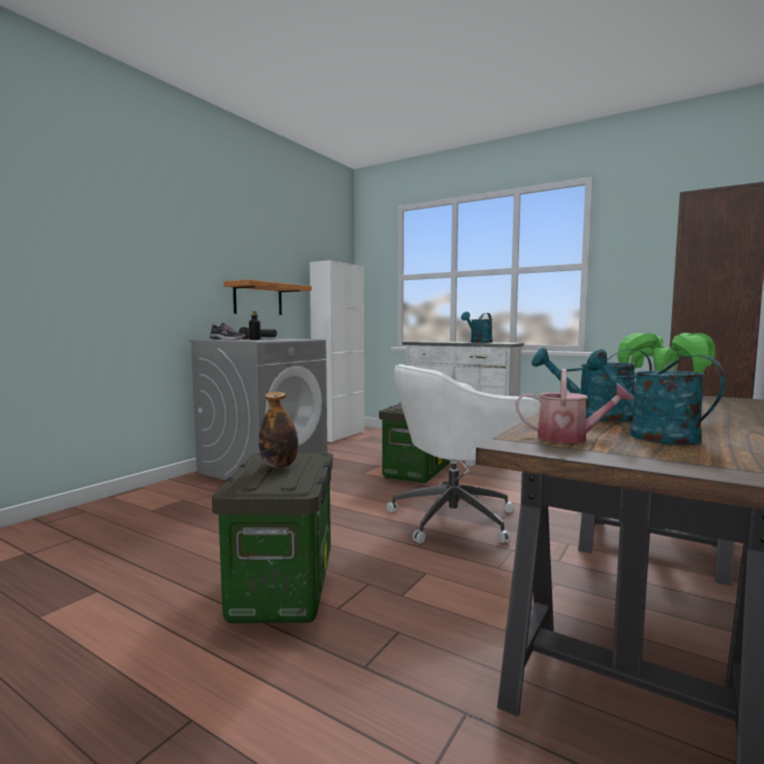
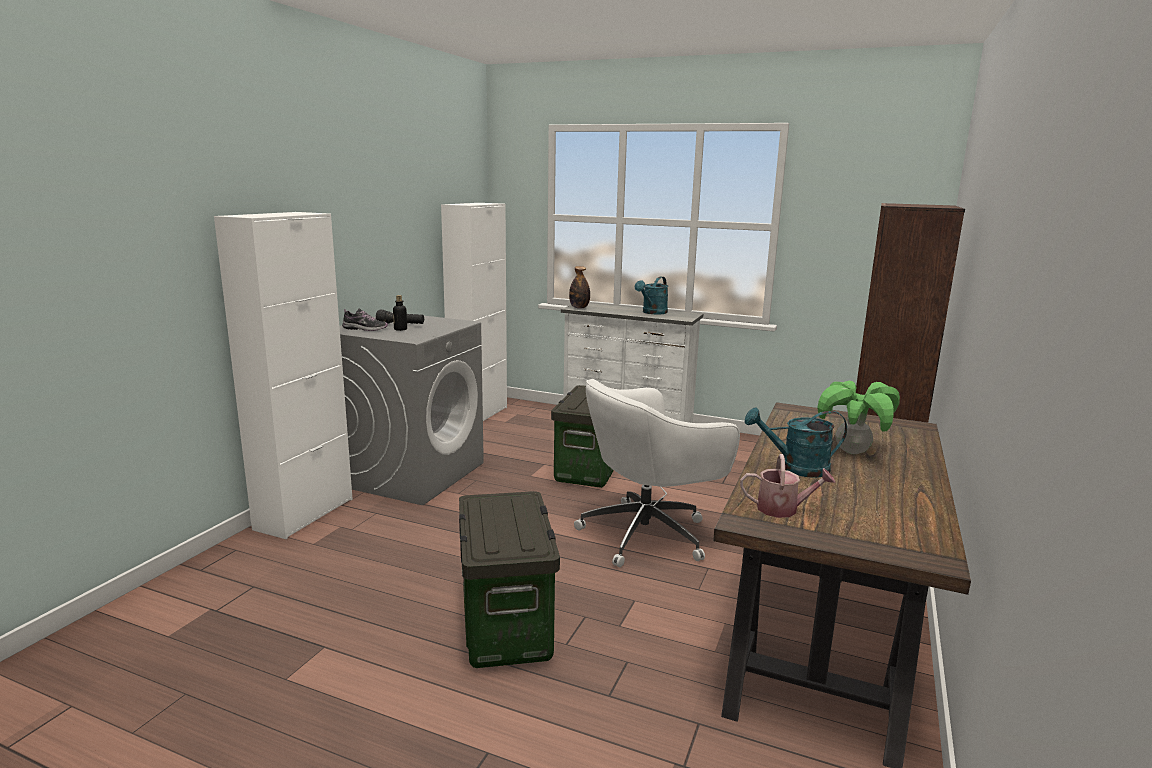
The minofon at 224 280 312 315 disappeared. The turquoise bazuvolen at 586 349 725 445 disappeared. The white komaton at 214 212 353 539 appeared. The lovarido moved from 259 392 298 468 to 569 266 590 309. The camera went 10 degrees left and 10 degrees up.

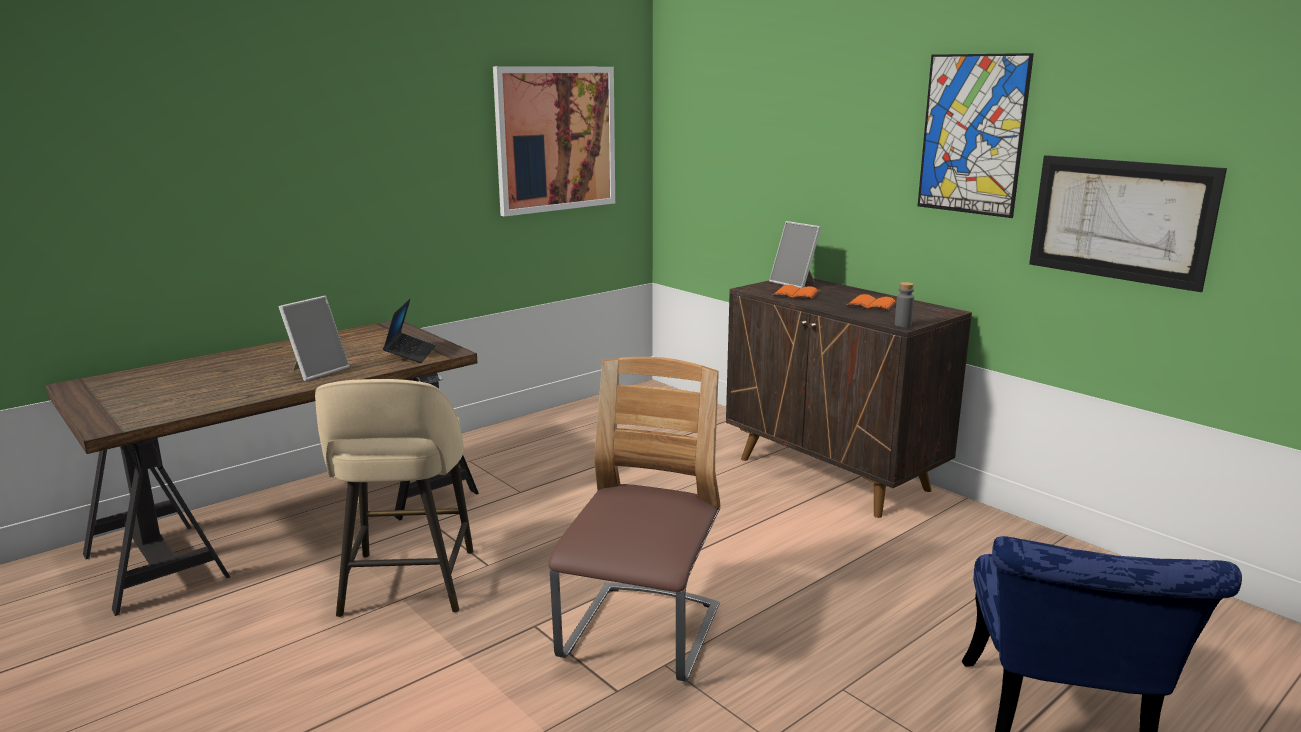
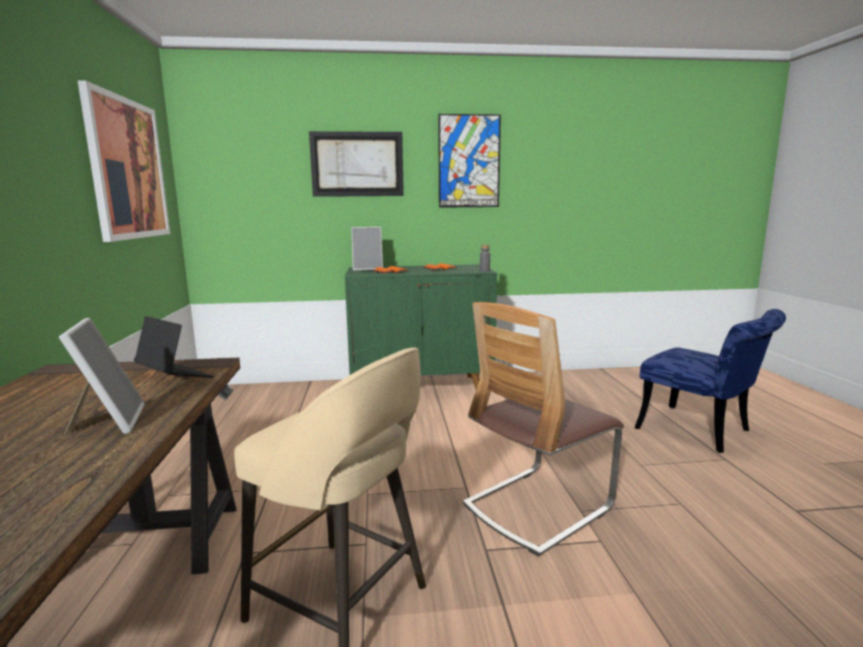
The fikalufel moved from 1029 155 1227 292 to 309 131 404 197. The brown komaton at 726 279 972 518 became the green komaton at 345 264 497 389. The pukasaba at 548 357 720 682 turned 90 degrees counterclockwise. The camera went 55 degrees left and 5 degrees down.

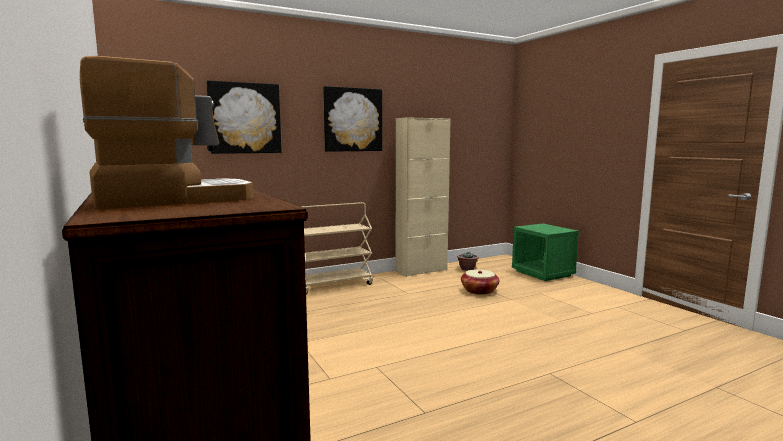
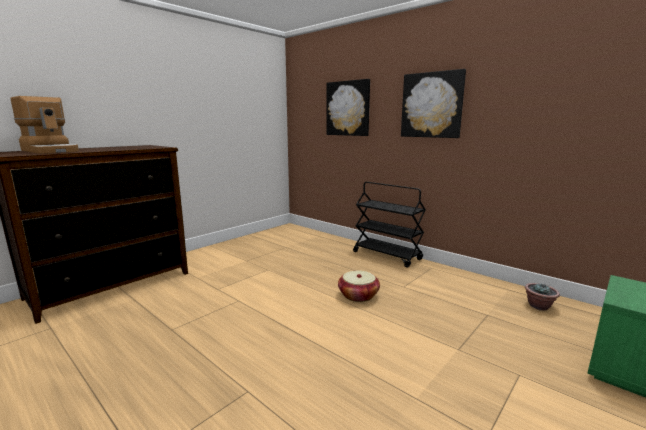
The beige komaton at 396 117 451 277 disappeared. The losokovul moved from 461 269 499 295 to 338 270 380 302. The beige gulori at 301 202 373 295 became the black gulori at 353 182 426 268. The camera went 70 degrees right and 5 degrees up.

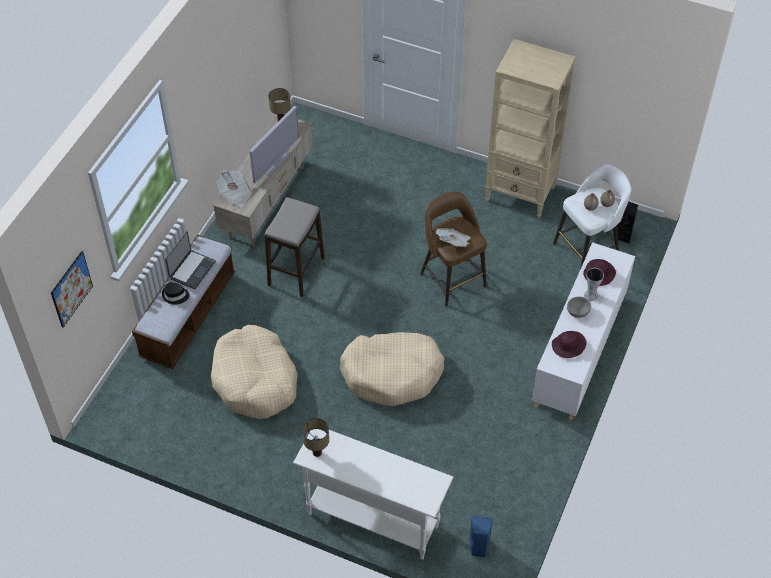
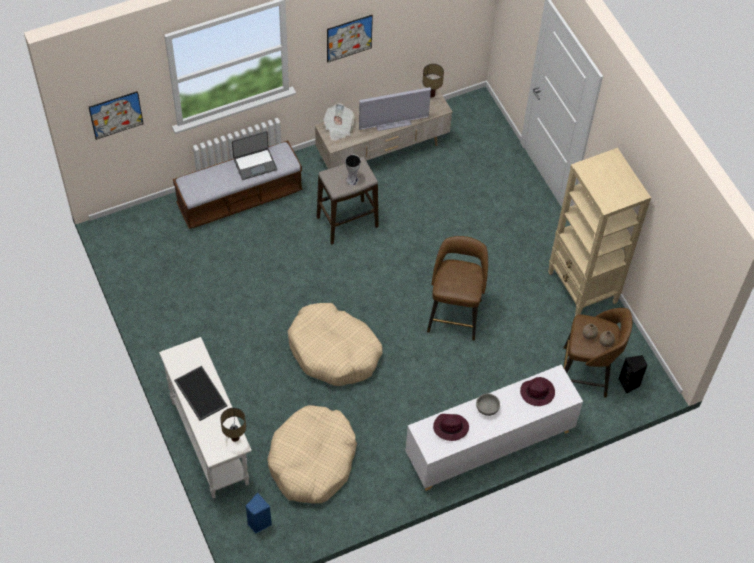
The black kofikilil at 162 282 190 305 disappeared. The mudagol at 436 228 471 247 disappeared. The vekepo at 174 366 227 421 appeared. The fikalufel at 327 15 373 63 appeared. The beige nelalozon moved from 211 325 298 419 to 267 405 357 503. The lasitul moved from 302 418 329 457 to 220 408 246 442. The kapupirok moved from 584 268 604 301 to 345 155 361 185. The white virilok at 553 164 631 269 became the brown virilok at 563 308 632 398. The camera went 40 degrees right and 5 degrees up.

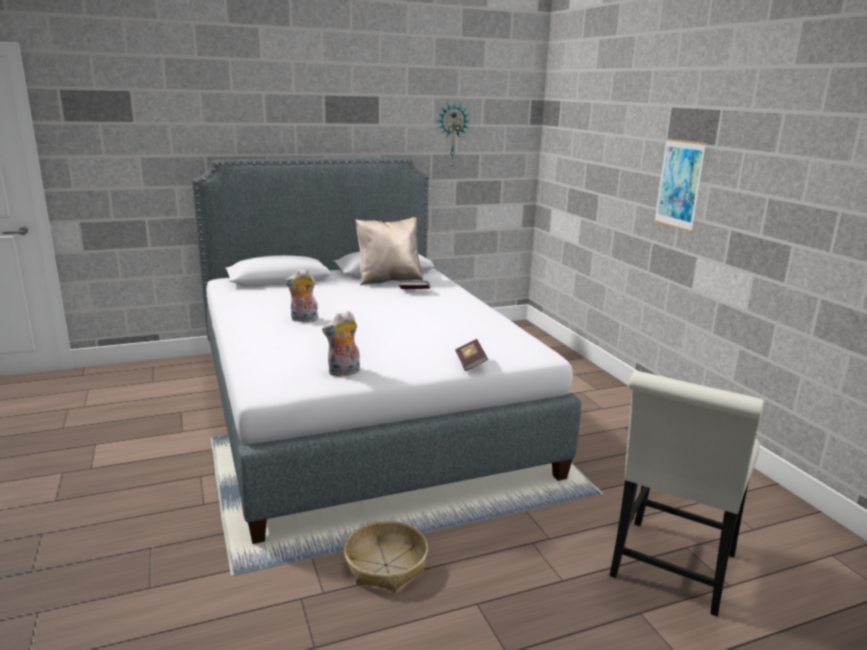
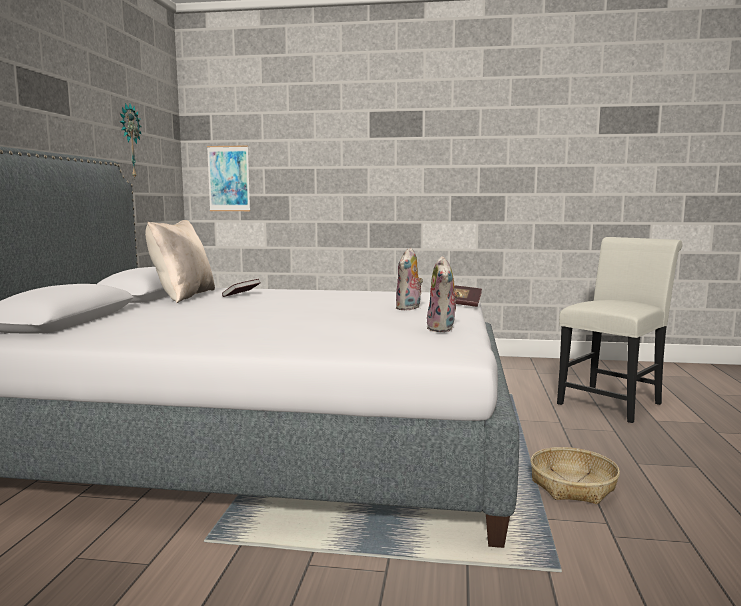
The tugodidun moved from 285 269 319 323 to 396 248 423 311. The fikalufel moved from 654 139 707 232 to 207 145 250 211. The white pukasaba at 609 371 764 617 turned 105 degrees counterclockwise. The camera went 60 degrees left and 10 degrees down.

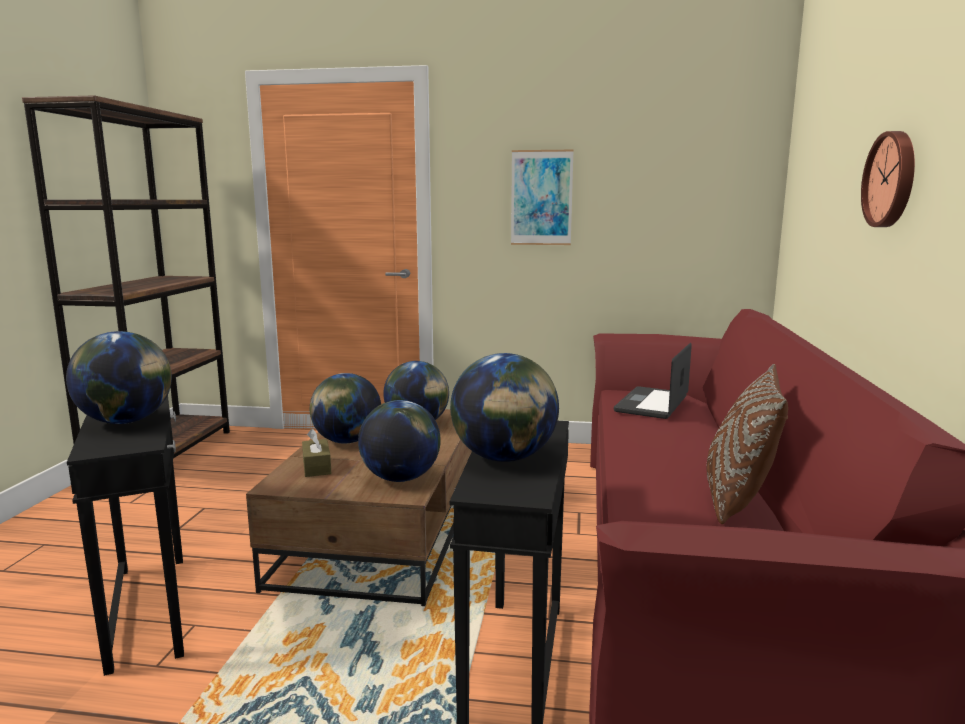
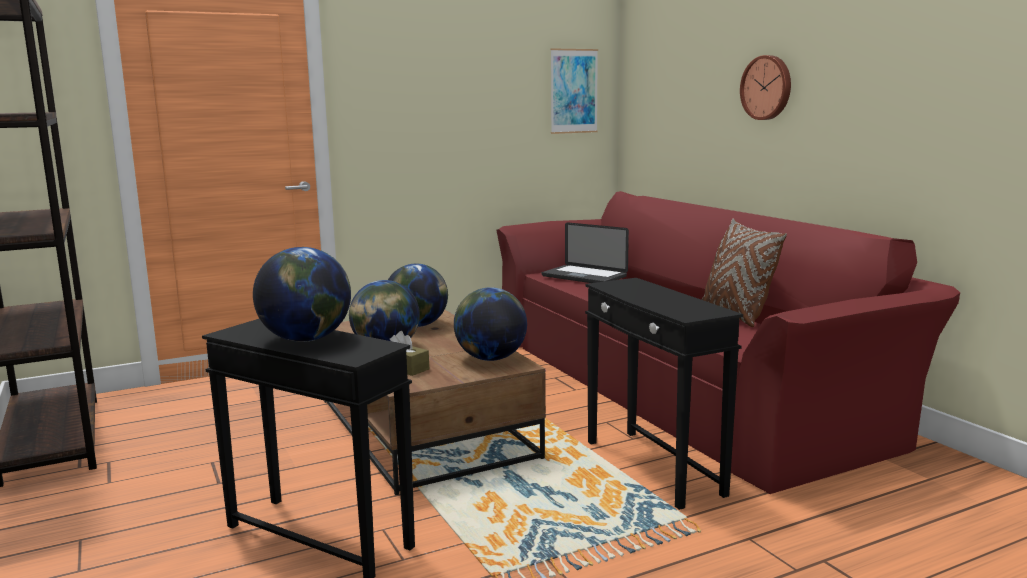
The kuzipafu at 450 353 559 462 disappeared. The fikalufel moved from 511 150 574 245 to 550 49 598 134. The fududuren at 614 343 692 419 turned 45 degrees counterclockwise. The camera went 35 degrees left and 0 degrees up.

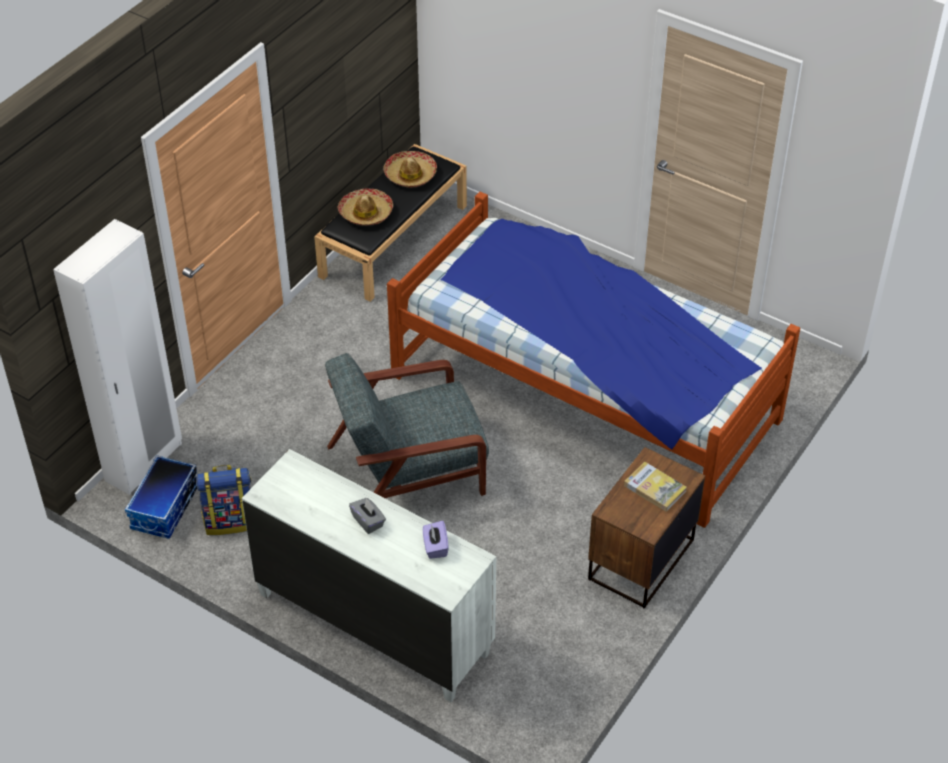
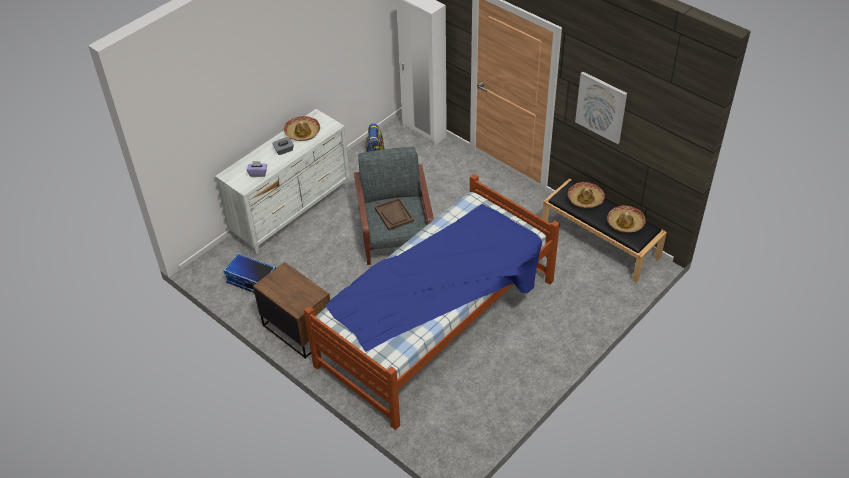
The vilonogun at 624 462 687 512 disappeared. The kofikilil at 284 116 320 141 appeared. The brown vekepo at 374 198 414 230 appeared. The fikalufel at 575 72 627 144 appeared. The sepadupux moved from 125 455 197 539 to 223 253 276 293. The camera went 100 degrees right and 0 degrees up.

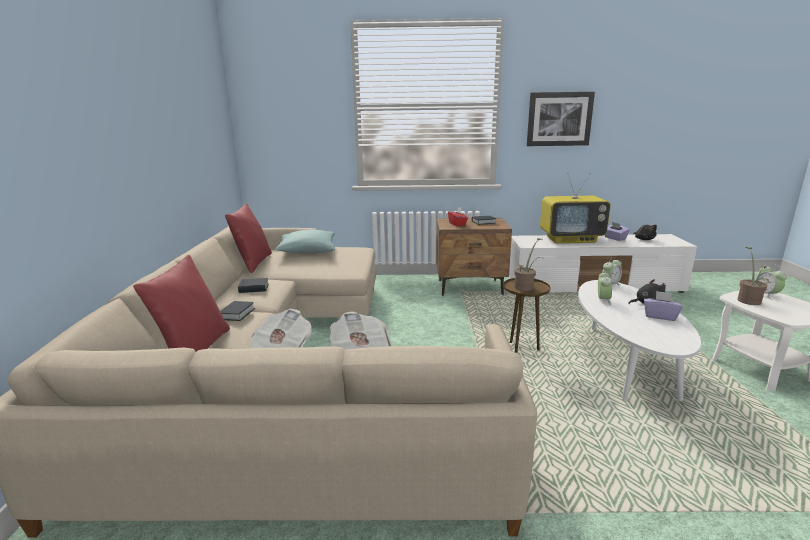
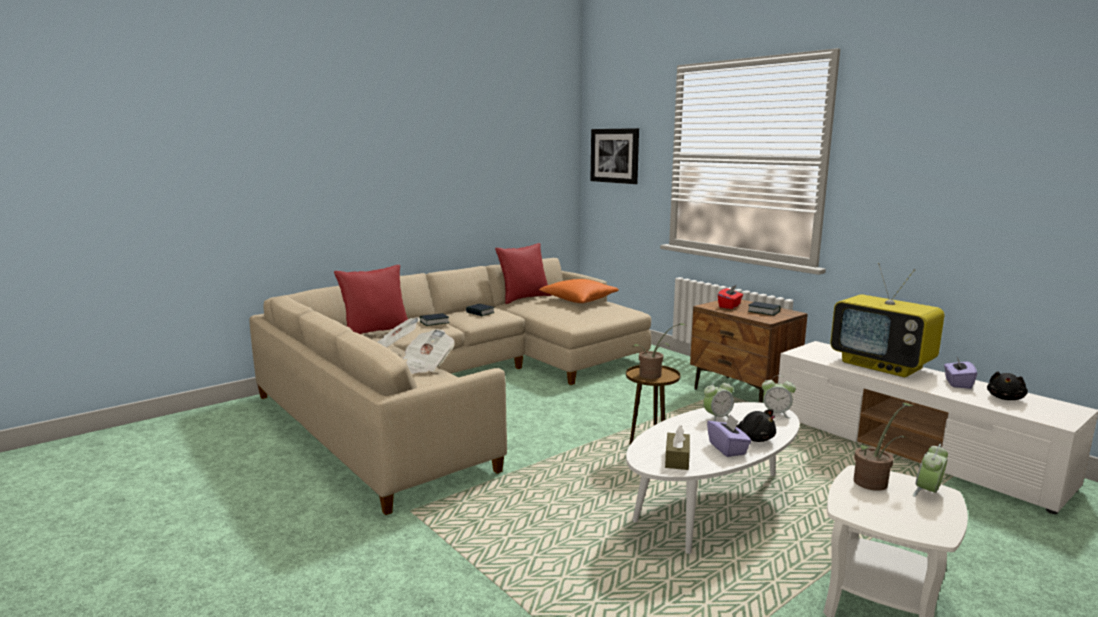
The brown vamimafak at 665 426 690 470 appeared. The fikalufel moved from 527 92 595 146 to 590 128 639 184. The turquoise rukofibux at 275 230 335 254 became the orange rukofibux at 539 279 619 303. The camera went 50 degrees right and 5 degrees down.

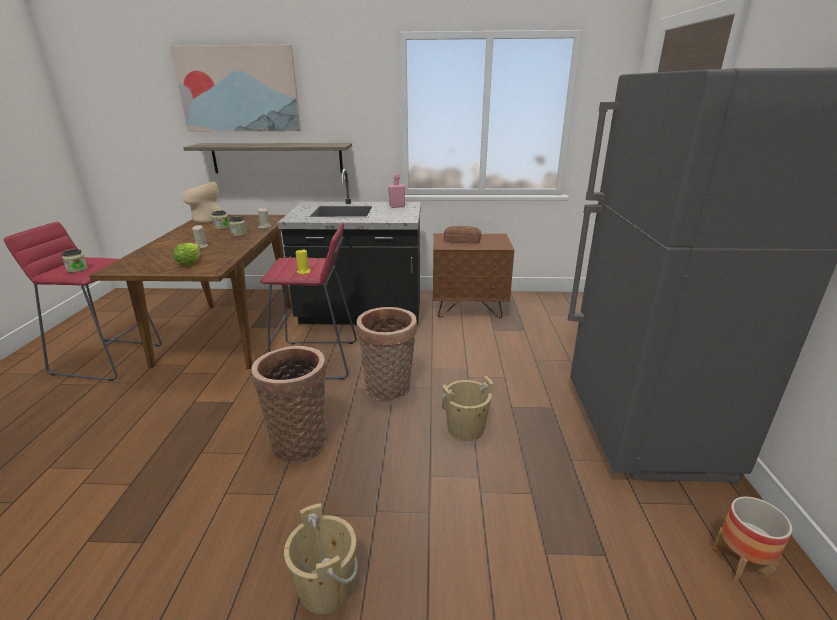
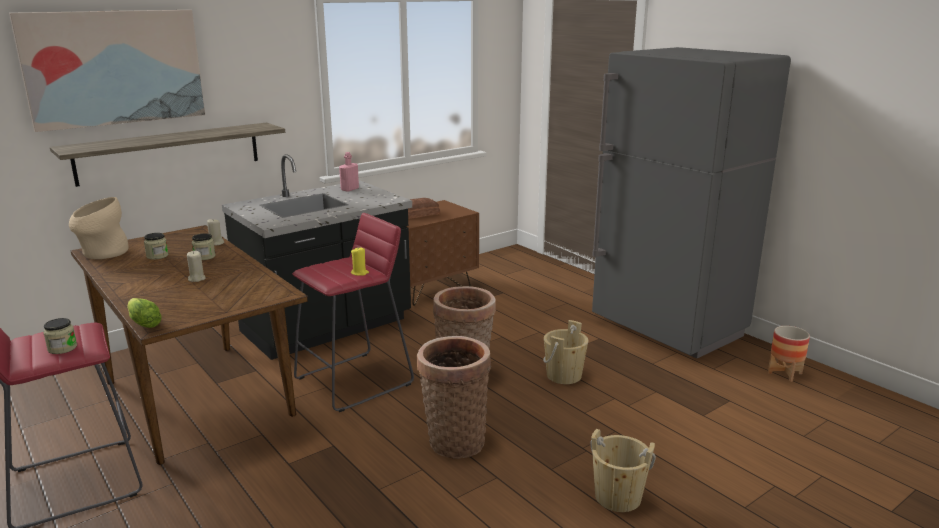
The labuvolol moved from 173 243 200 266 to 127 298 162 328. The camera went 40 degrees left and 5 degrees down.

